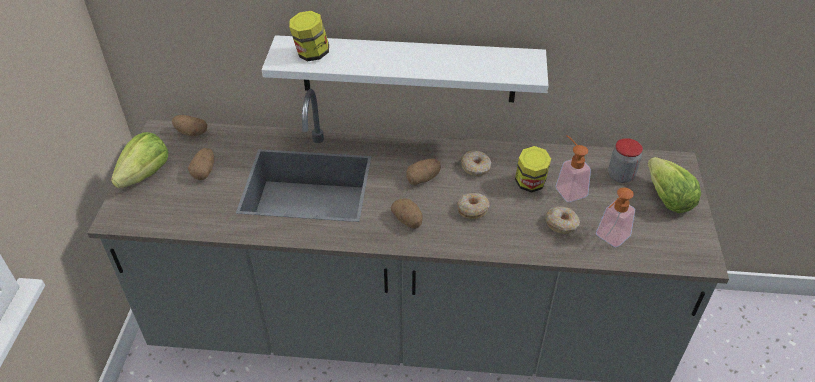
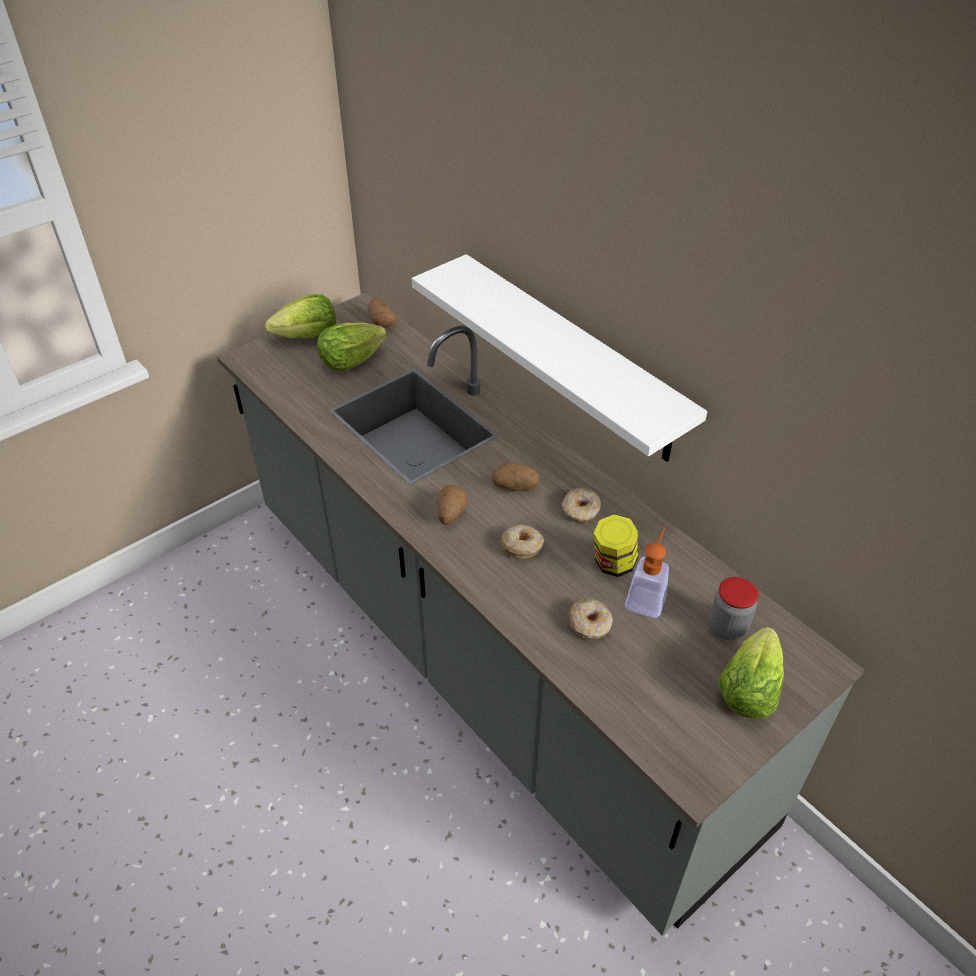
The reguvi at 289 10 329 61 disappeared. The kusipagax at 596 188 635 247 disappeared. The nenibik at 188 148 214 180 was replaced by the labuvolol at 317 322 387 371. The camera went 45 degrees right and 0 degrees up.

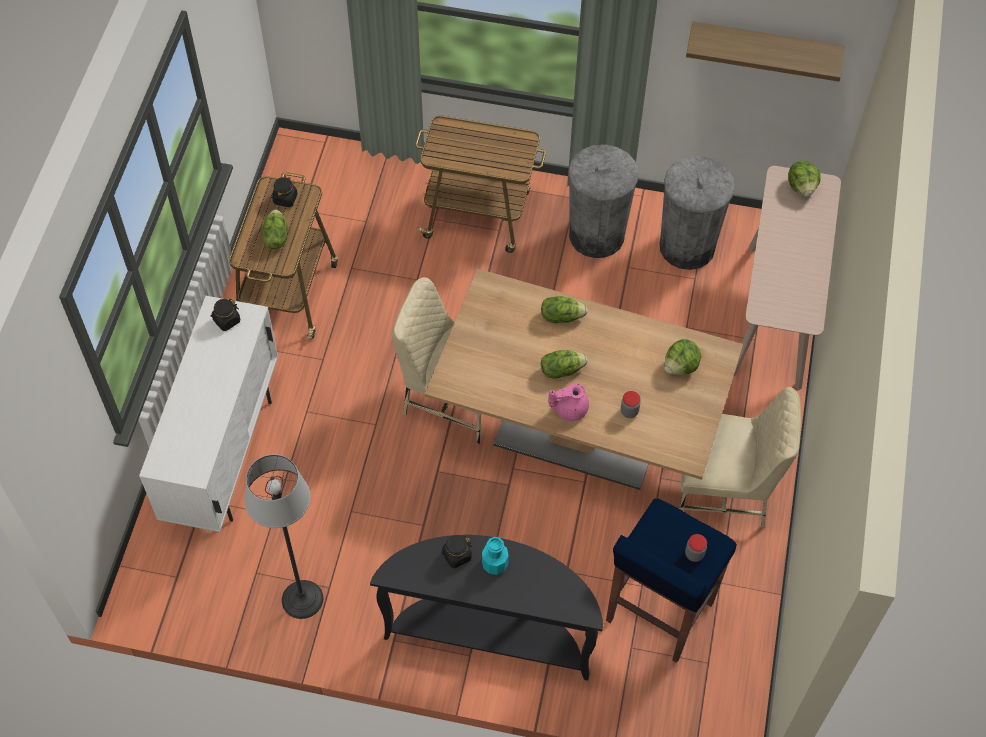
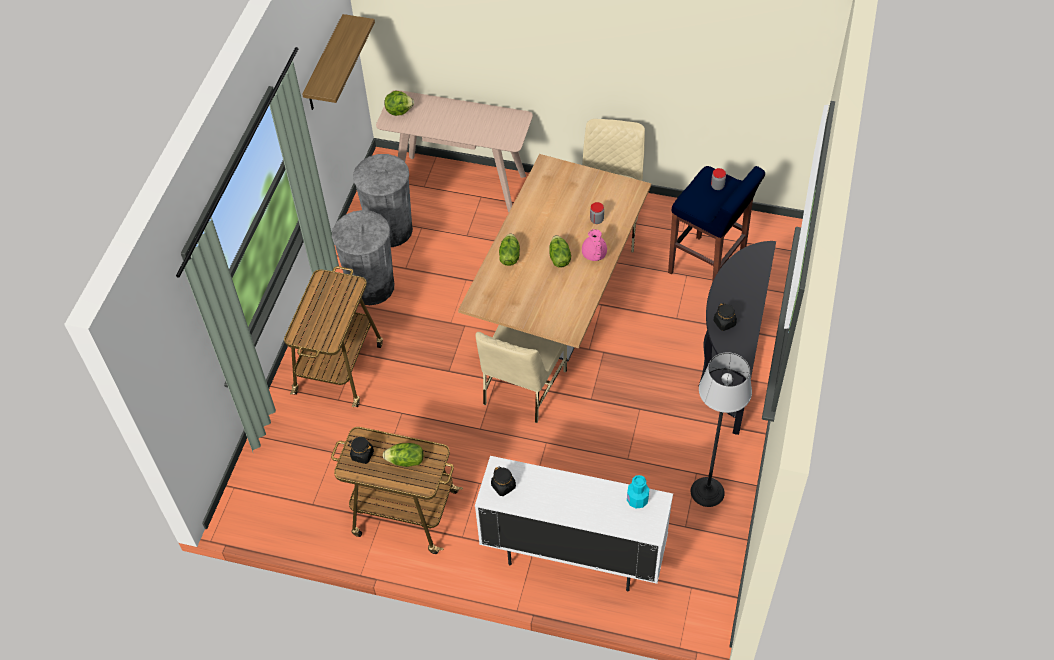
The labuvolol at 664 339 701 375 disappeared. The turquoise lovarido moved from 482 537 509 575 to 627 475 649 508. The camera went 85 degrees left and 5 degrees down.

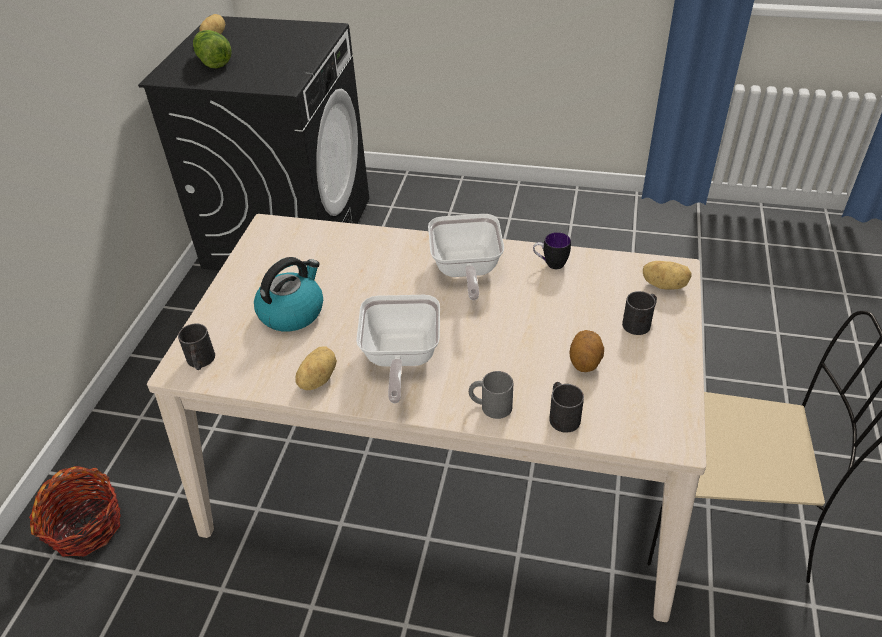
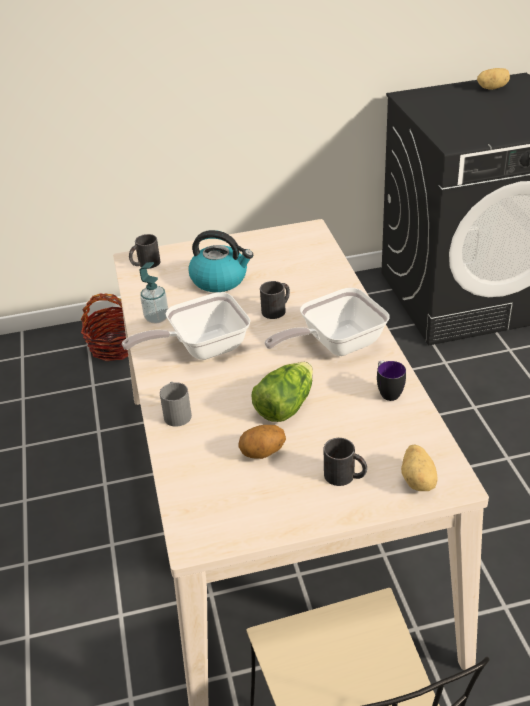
The labuvolol moved from 193 30 232 68 to 252 362 313 422. The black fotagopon moved from 549 382 584 433 to 260 281 290 319. The nenibik at 295 347 337 390 was replaced by the kusipagax at 140 262 168 324. The camera went 65 degrees right and 5 degrees down.

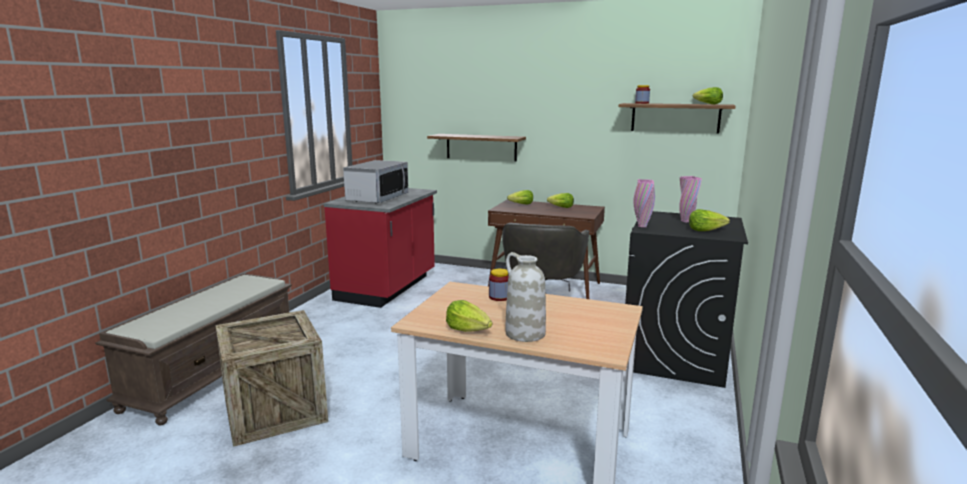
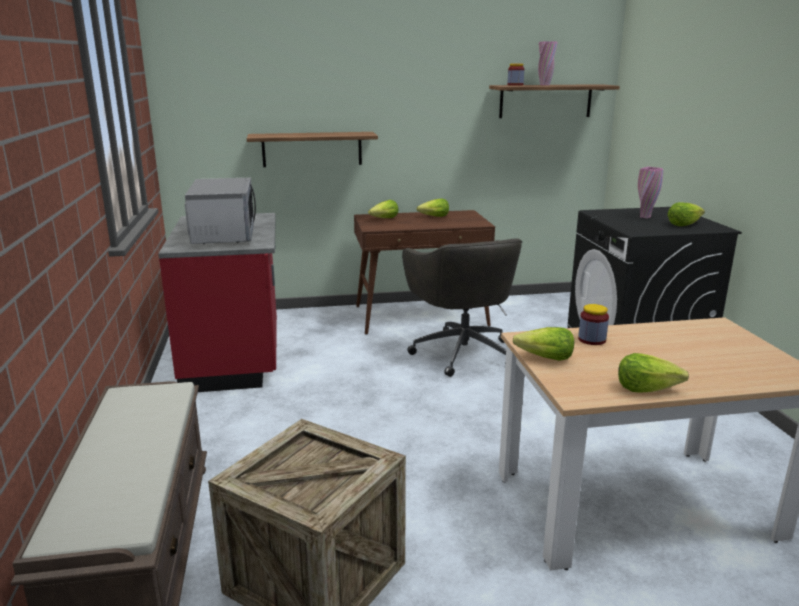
The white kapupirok at 505 252 546 342 disappeared. The pink kapupirok moved from 633 179 655 227 to 538 41 558 85. The labuvolol moved from 693 87 723 104 to 513 327 574 361. The camera went 30 degrees left and 5 degrees up.

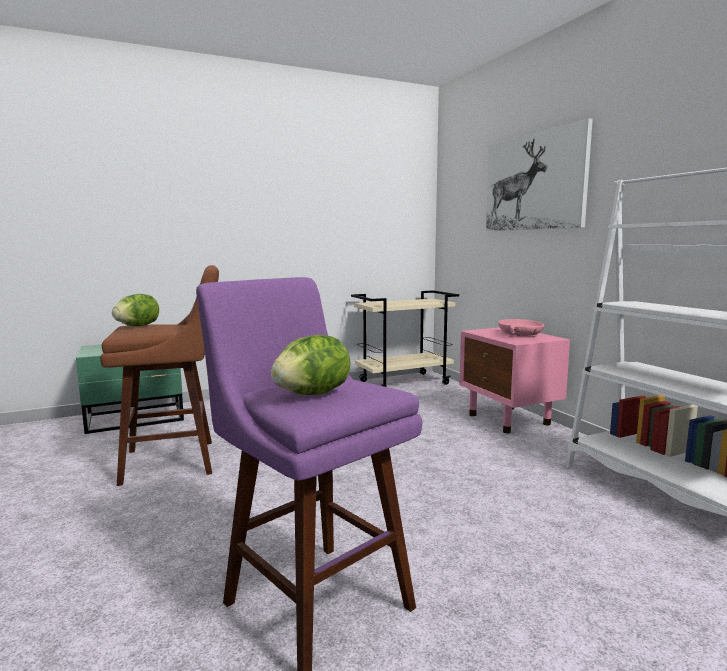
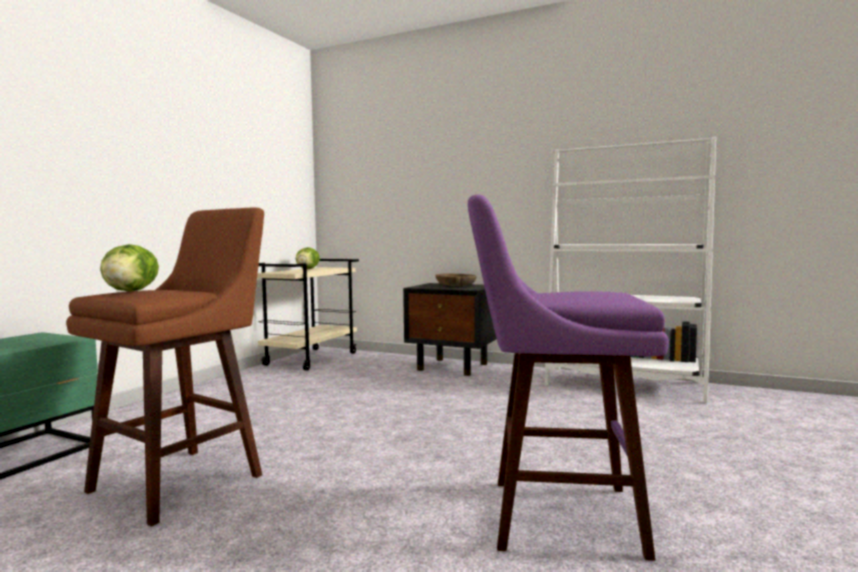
The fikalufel at 486 118 593 231 disappeared. The labuvolol moved from 271 335 350 395 to 296 247 320 269. The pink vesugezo at 459 327 570 433 became the black vesugezo at 403 283 497 376. The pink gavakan at 498 319 544 336 became the brown gavakan at 435 274 477 286. The camera went 40 degrees left and 5 degrees down.

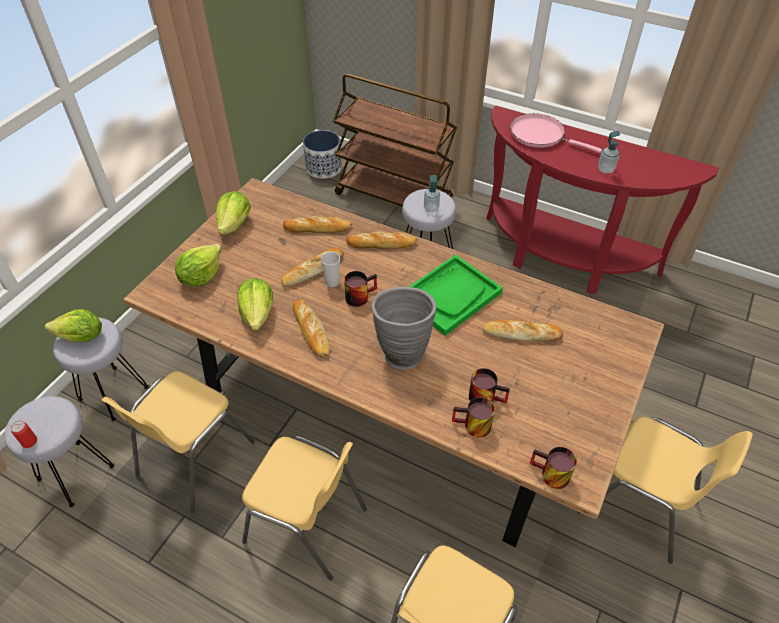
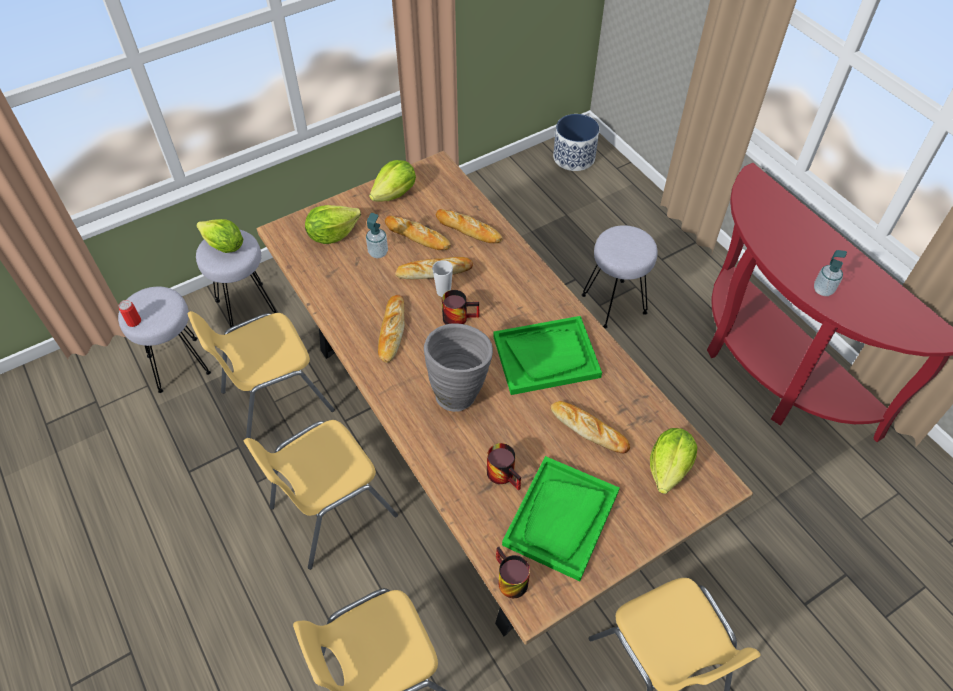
The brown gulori at 333 74 457 207 disappeared. The fotagopon at 452 397 495 438 disappeared. The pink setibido at 510 113 602 153 disappeared. The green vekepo at 502 456 620 581 appeared. The labuvolol moved from 237 278 273 331 to 650 428 697 494. The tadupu moved from 346 231 417 249 to 385 215 451 250. The kusipagax moved from 424 175 440 212 to 366 213 388 258. The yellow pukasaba at 242 436 367 581 turned 90 degrees clockwise. The camera went 30 degrees right and 5 degrees up.

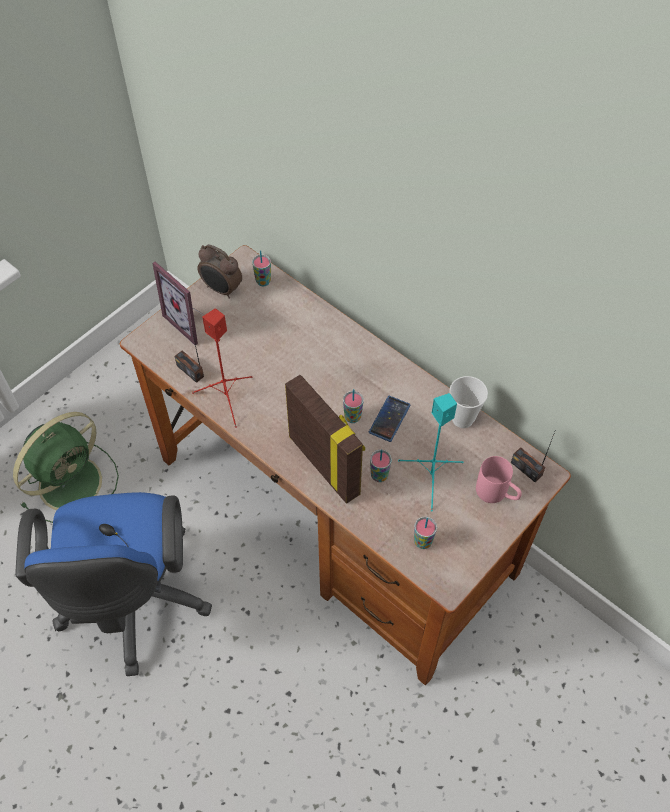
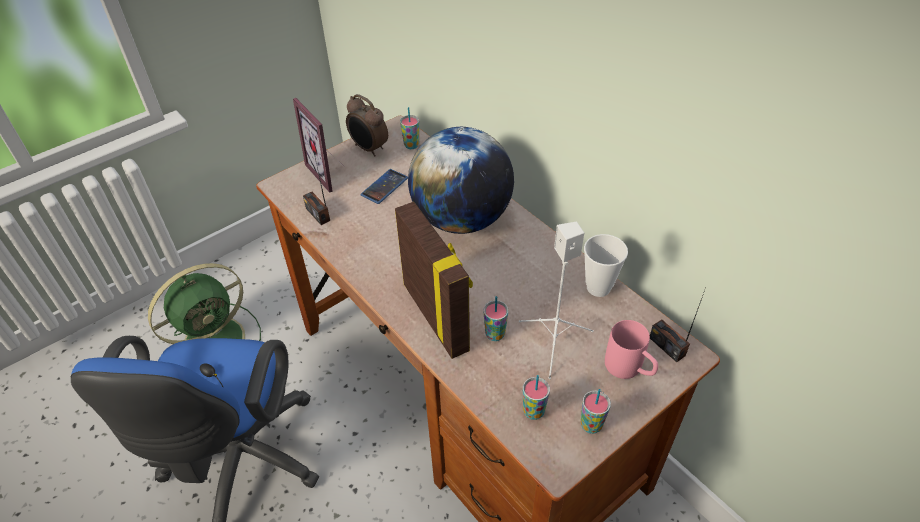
The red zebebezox at 192 308 252 428 disappeared. The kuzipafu at 408 127 514 234 appeared. The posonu moved from 343 389 364 423 to 581 389 611 434. The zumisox moved from 369 396 410 442 to 360 169 408 204. The turquoise zebebezox at 398 393 463 512 became the white zebebezox at 519 222 594 379. The camera went 10 degrees right and 10 degrees down.

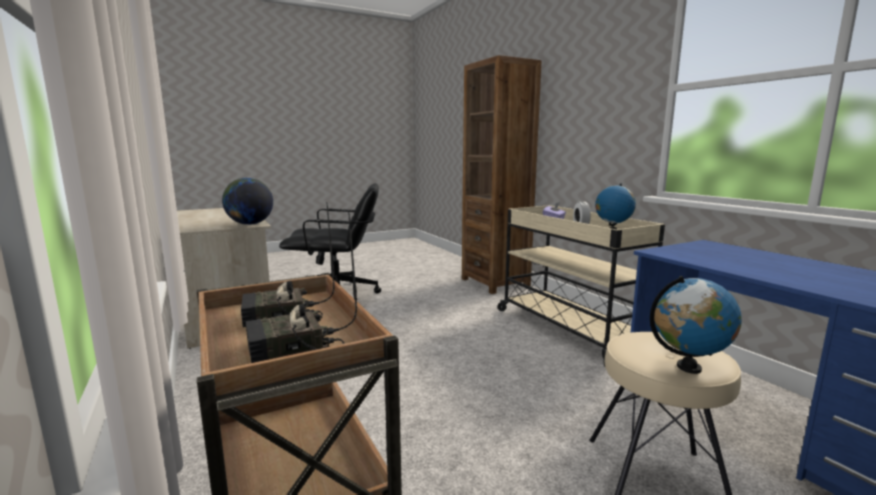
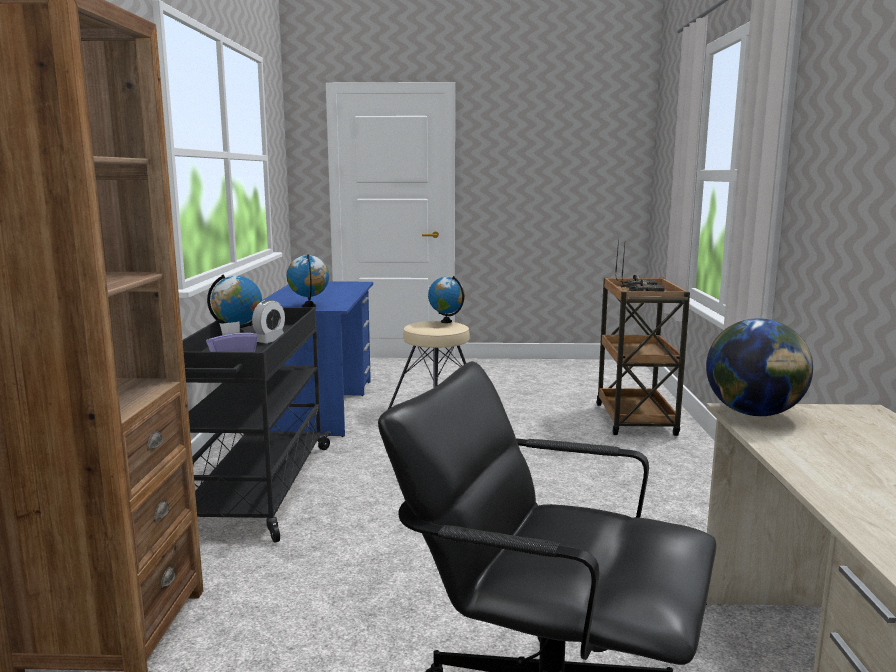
The kuzipafu at 287 254 329 308 appeared. The beige gulori at 497 205 665 367 became the black gulori at 183 307 332 543. The camera went 150 degrees left and 0 degrees up.

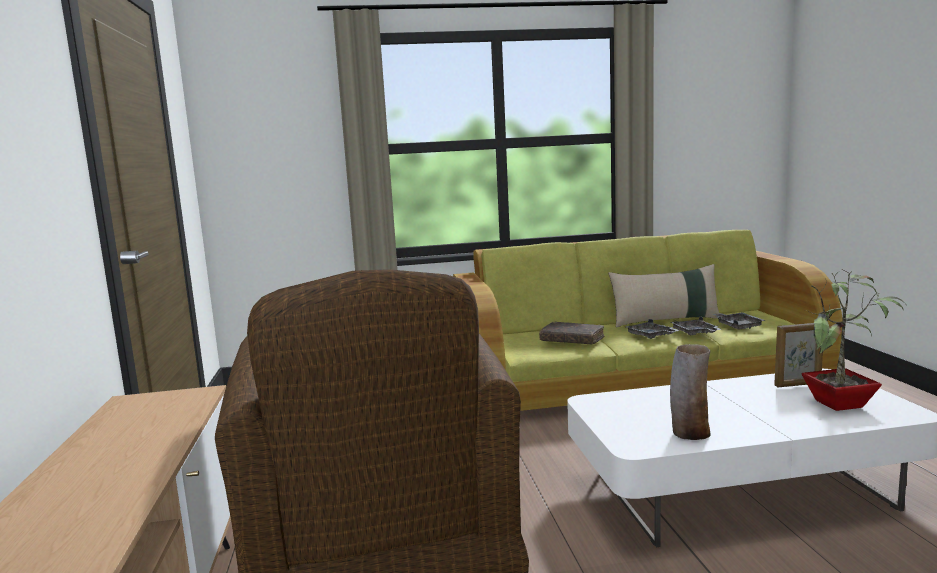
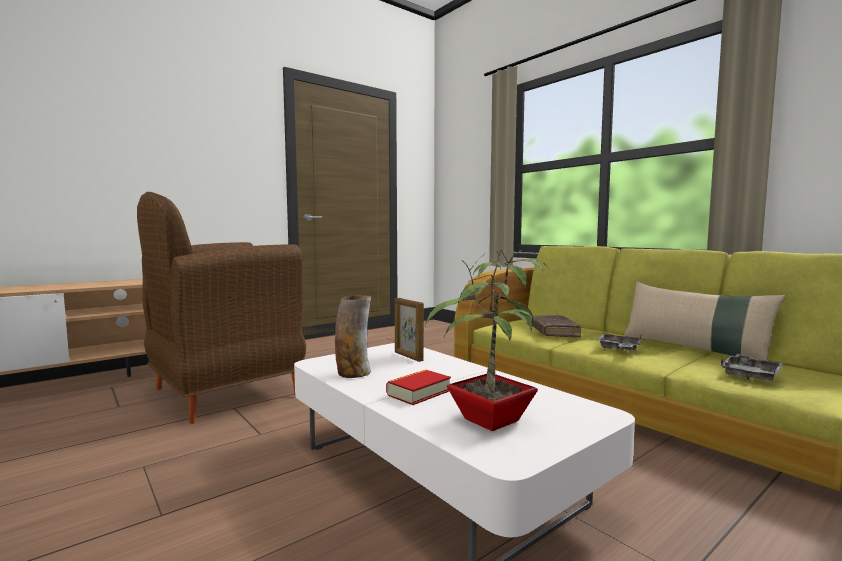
The grey vekepo at 670 316 721 335 disappeared. The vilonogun at 386 370 451 405 appeared. The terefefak moved from 774 323 823 387 to 395 298 424 362. The camera went 60 degrees right and 5 degrees down.

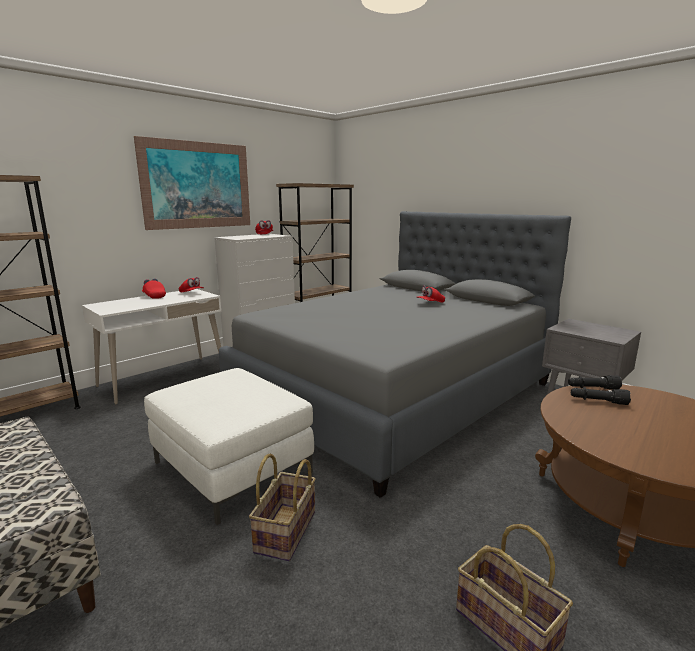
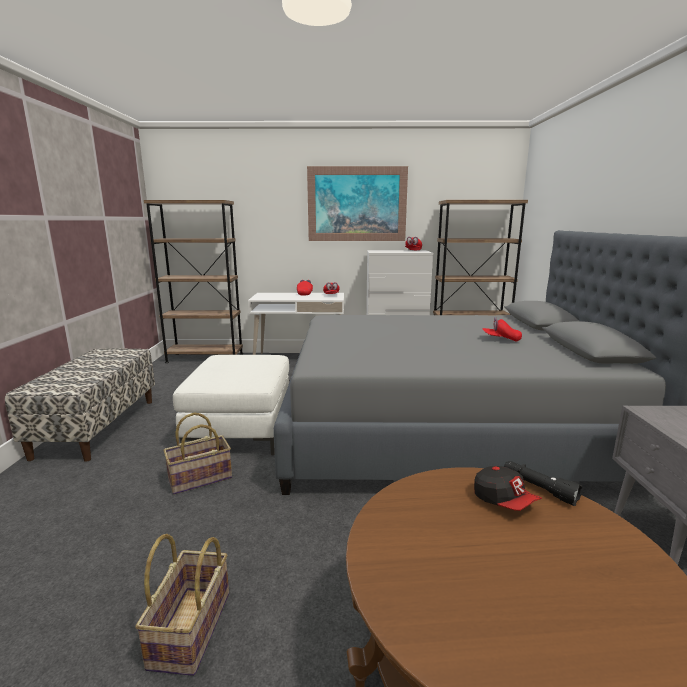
The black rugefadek at 571 387 631 405 was replaced by the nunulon at 474 466 542 511. The camera went 45 degrees right and 0 degrees up.

